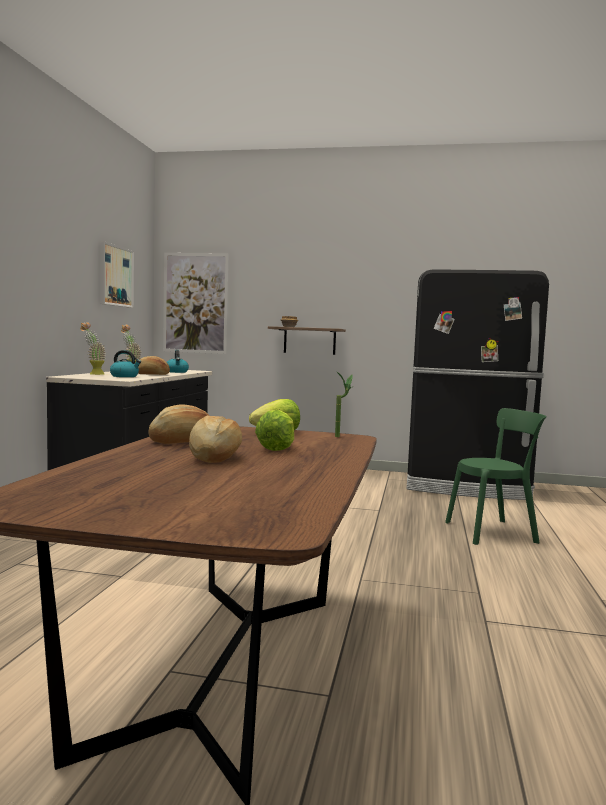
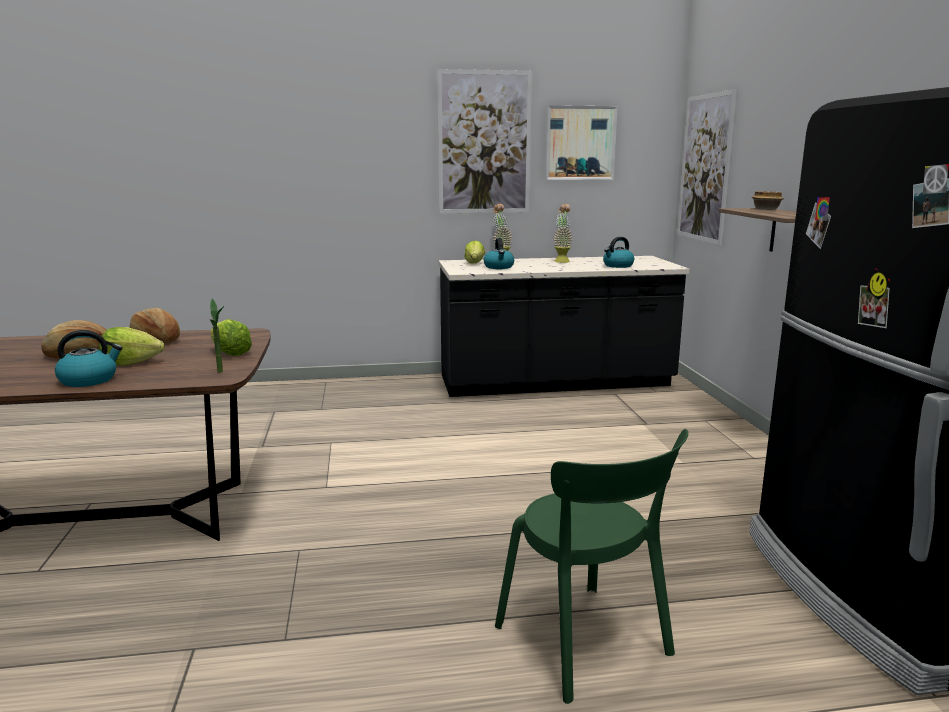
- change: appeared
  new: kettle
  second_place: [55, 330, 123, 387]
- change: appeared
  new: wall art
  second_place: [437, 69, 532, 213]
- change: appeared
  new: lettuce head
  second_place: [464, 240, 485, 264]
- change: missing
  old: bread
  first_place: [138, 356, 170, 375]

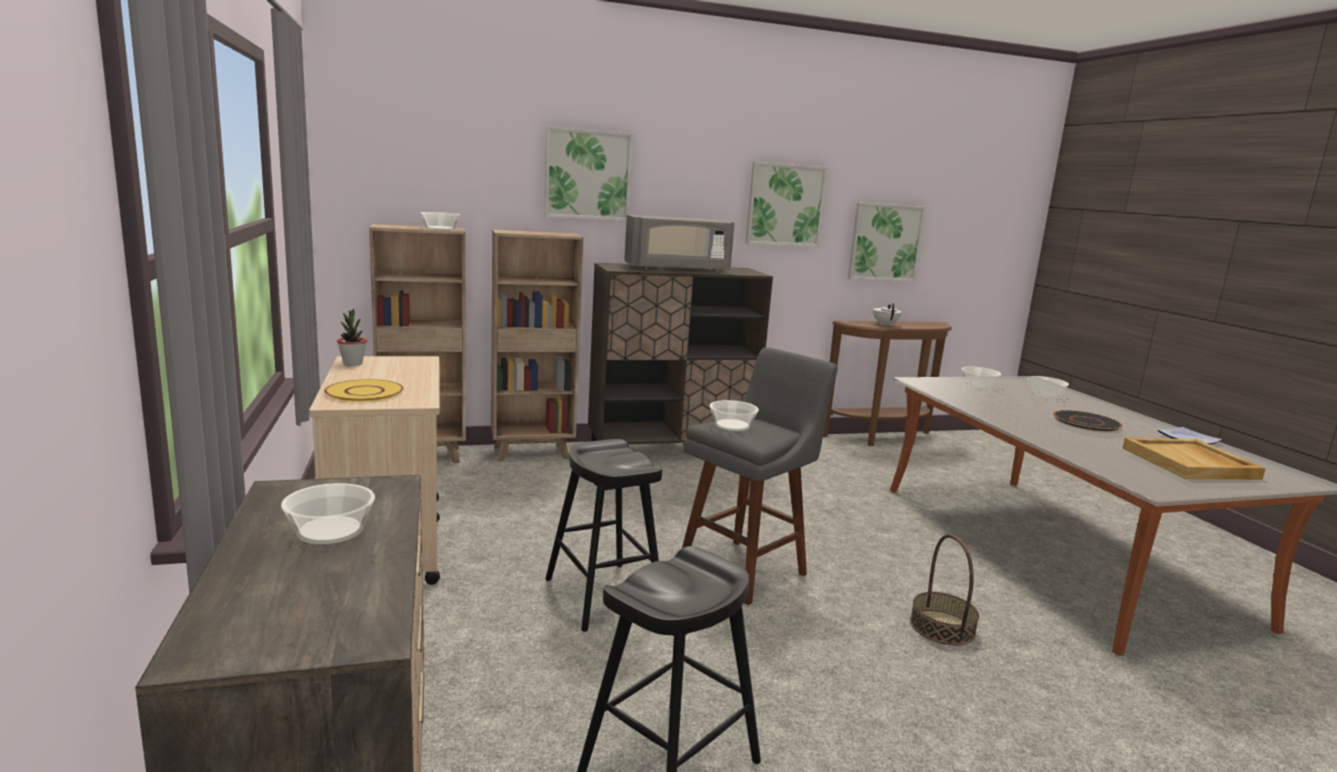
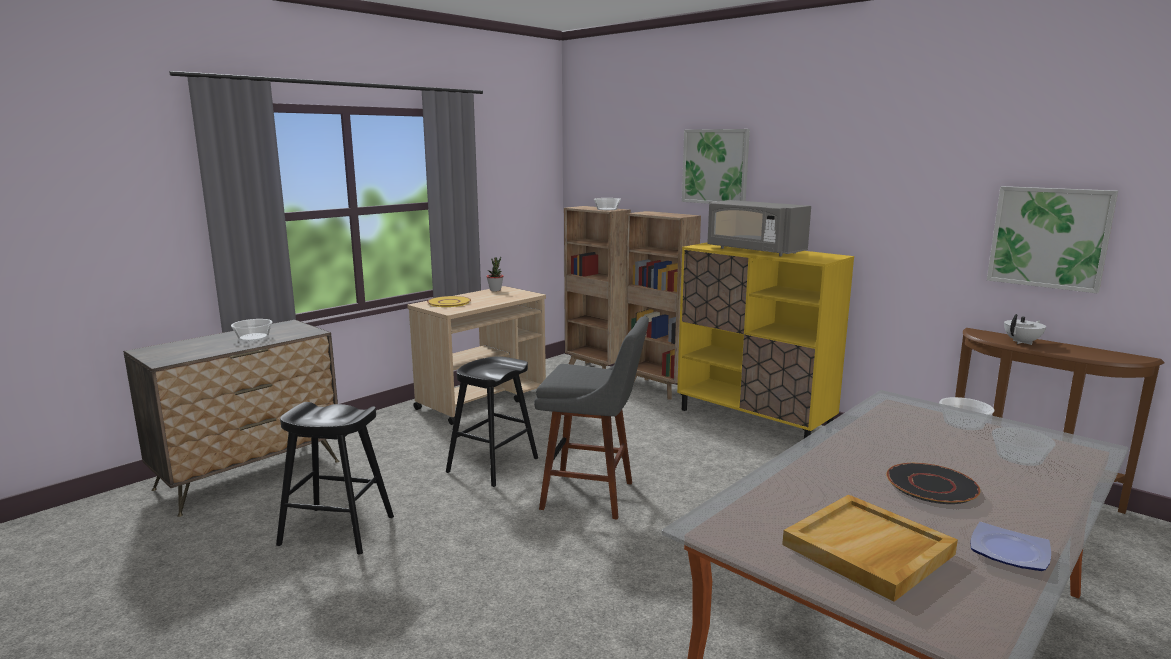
- change: colour
  old: cabinet (brownish)
  new: cabinet (yellow)
  first_place: [588, 263, 773, 444]
  second_place: [677, 243, 854, 438]
- change: missing
  old: deep dish
  first_place: [710, 400, 759, 431]
- change: missing
  old: wall art
  first_place: [745, 162, 828, 247]
- change: missing
  old: basket
  first_place: [910, 534, 979, 645]

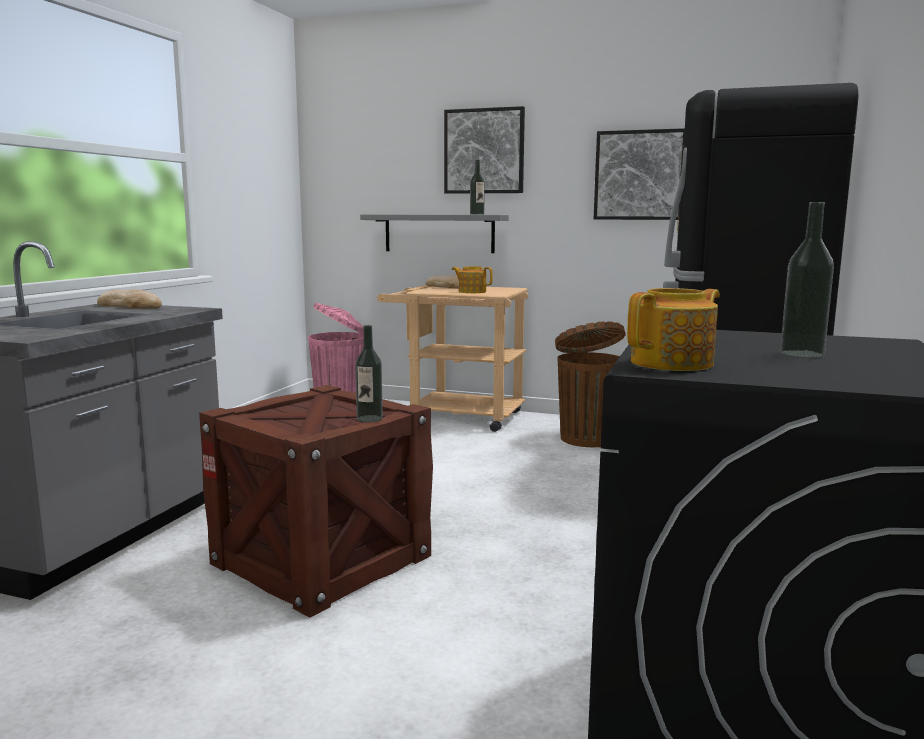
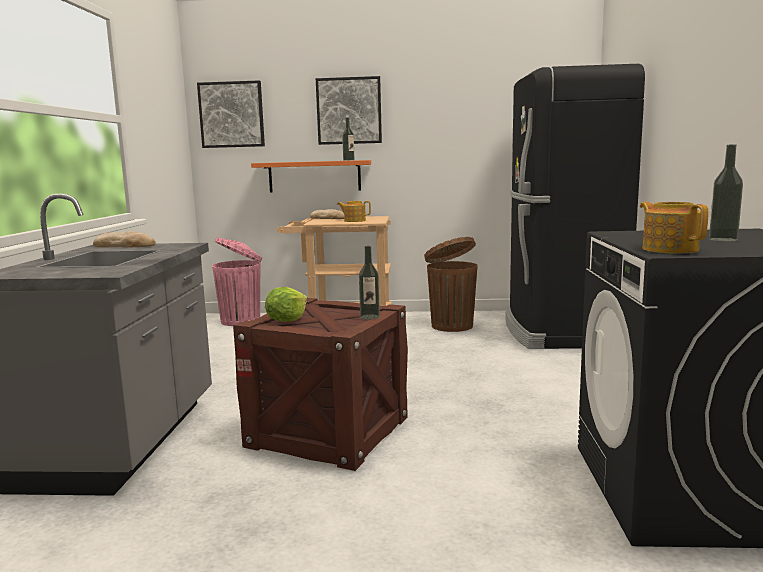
- change: relocated
  old: wall art
  first_place: [594, 128, 685, 220]
  second_place: [197, 80, 265, 148]
- change: colour
  old: wall shelf (grey)
  new: wall shelf (orange-coloured)
  first_place: [360, 214, 509, 253]
  second_place: [251, 160, 371, 192]
- change: appeared
  new: lettuce head
  second_place: [265, 287, 307, 321]
- change: spun
  old: tea pot
  first_place: [627, 288, 720, 371]
  second_place: [640, 202, 708, 253]
  degrees: -60

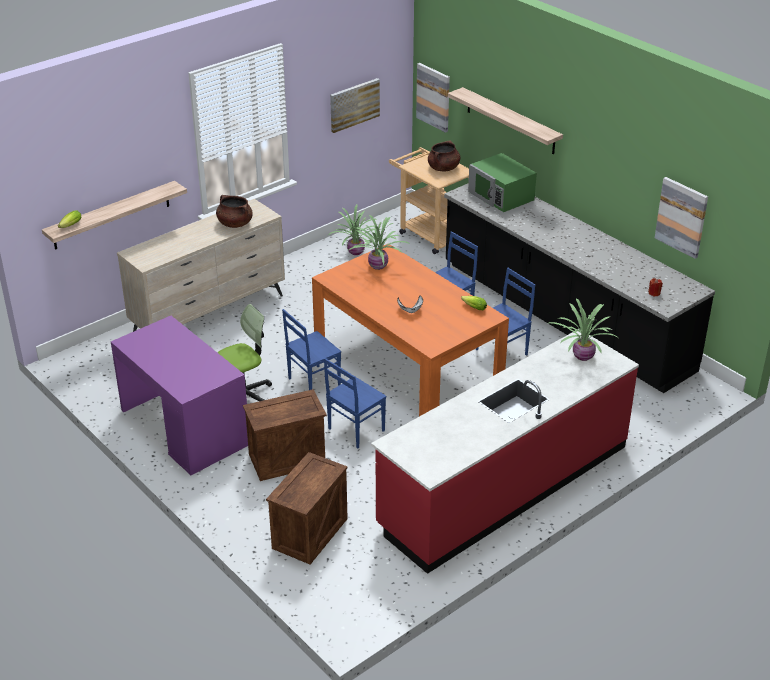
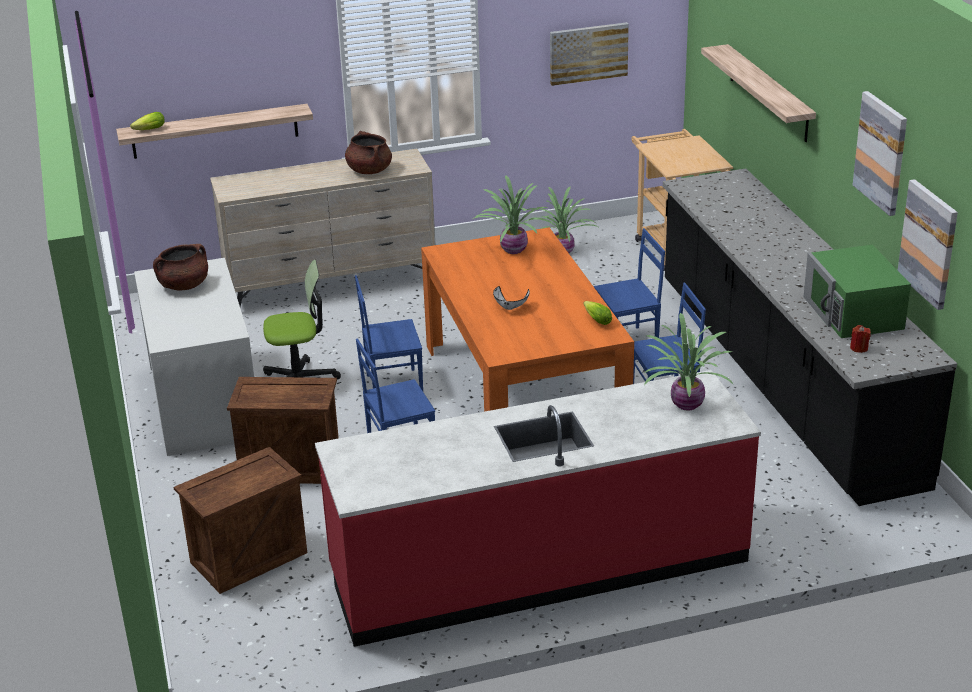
- change: colour
  old: desk unit (purple)
  new: desk unit (white)
  first_place: [111, 316, 248, 475]
  second_place: [134, 258, 254, 456]
- change: relocated
  old: cooking pot (brownish)
  first_place: [428, 141, 460, 172]
  second_place: [153, 244, 208, 291]
- change: relocated
  old: kitchen microwave (greenish)
  first_place: [468, 153, 537, 212]
  second_place: [804, 245, 911, 338]
- change: relocated
  old: wall art
  first_place: [416, 63, 450, 133]
  second_place: [853, 91, 907, 216]

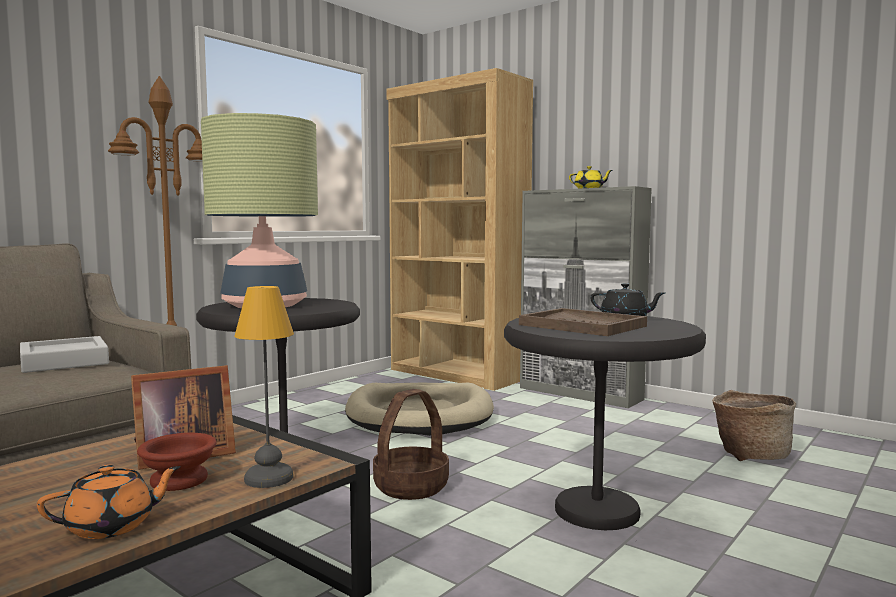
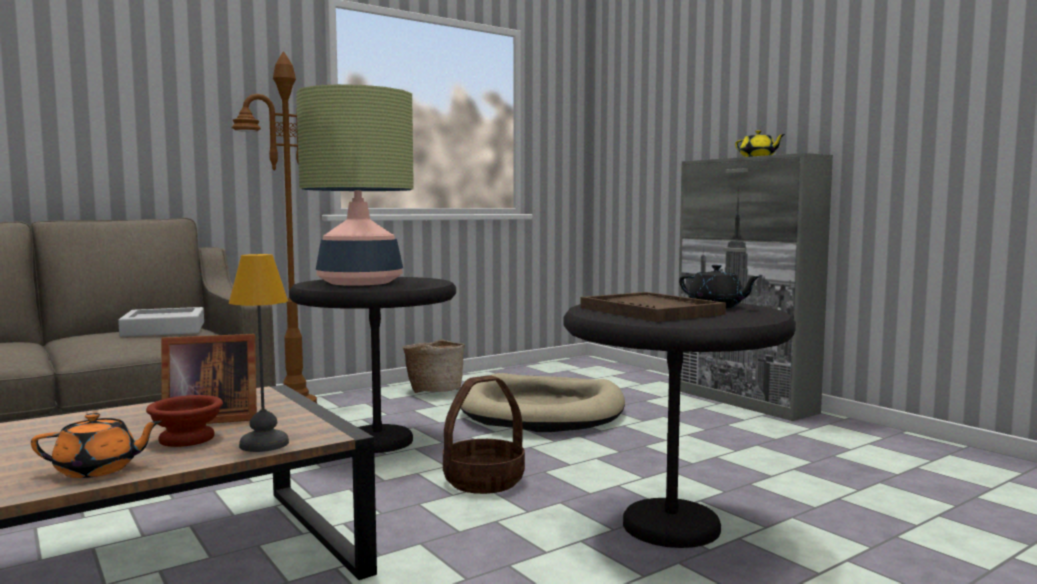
- change: relocated
  old: basket
  first_place: [712, 390, 796, 461]
  second_place: [403, 339, 465, 393]
- change: missing
  old: bookshelf (brownish)
  first_place: [386, 68, 533, 391]

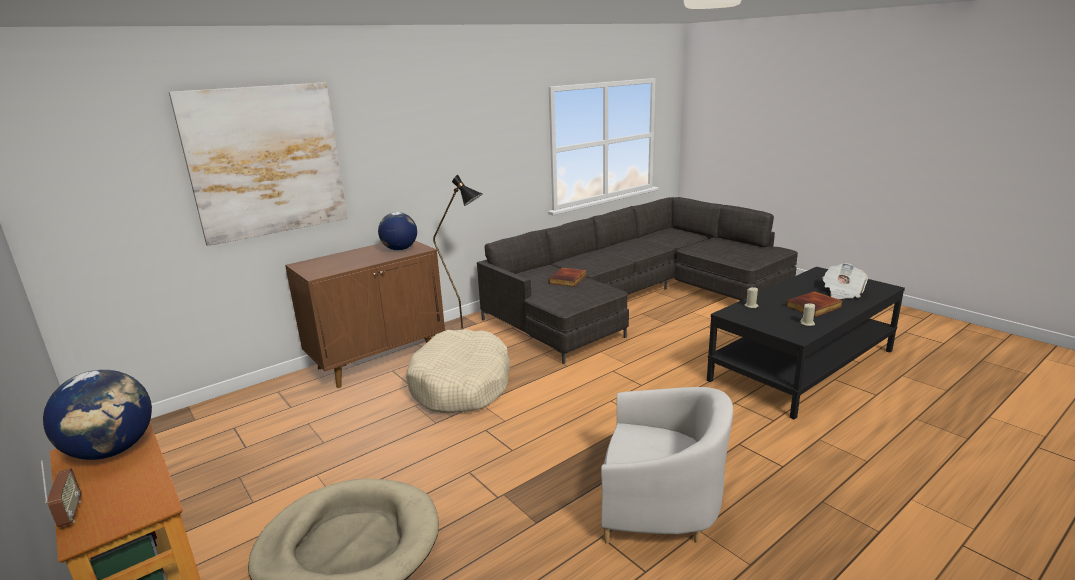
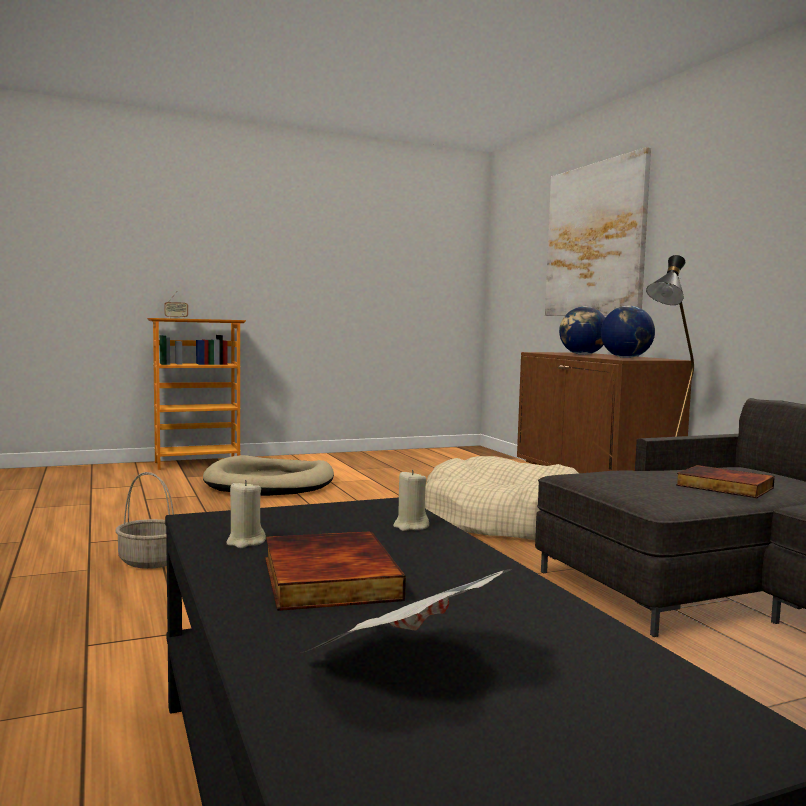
- change: exchanged
  old: lounge chair (white)
  new: basket
  first_place: [601, 387, 733, 544]
  second_place: [115, 472, 174, 569]
- change: relocated
  old: world globe
  first_place: [43, 370, 152, 460]
  second_place: [559, 307, 605, 355]

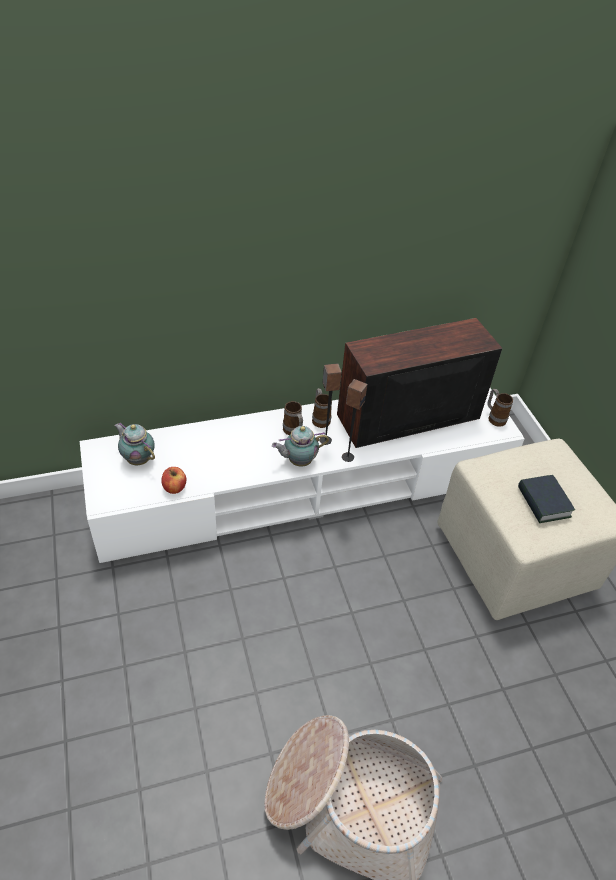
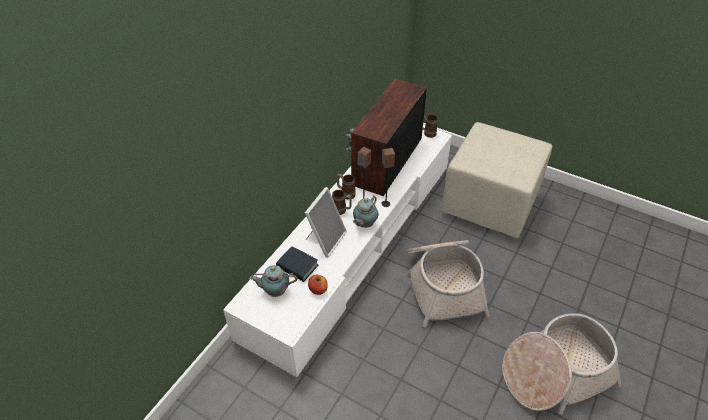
- change: relocated
  old: bound book
  first_place: [518, 475, 575, 523]
  second_place: [276, 247, 318, 282]
- change: appeared
  new: standing frame
  second_place: [305, 187, 347, 258]
- change: appeared
  new: basket
  second_place: [406, 240, 490, 328]

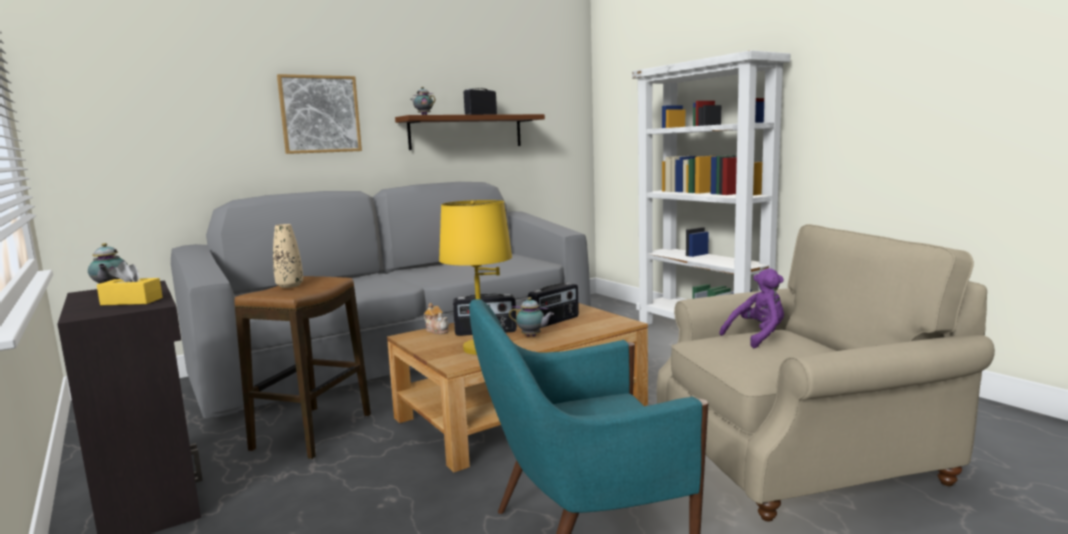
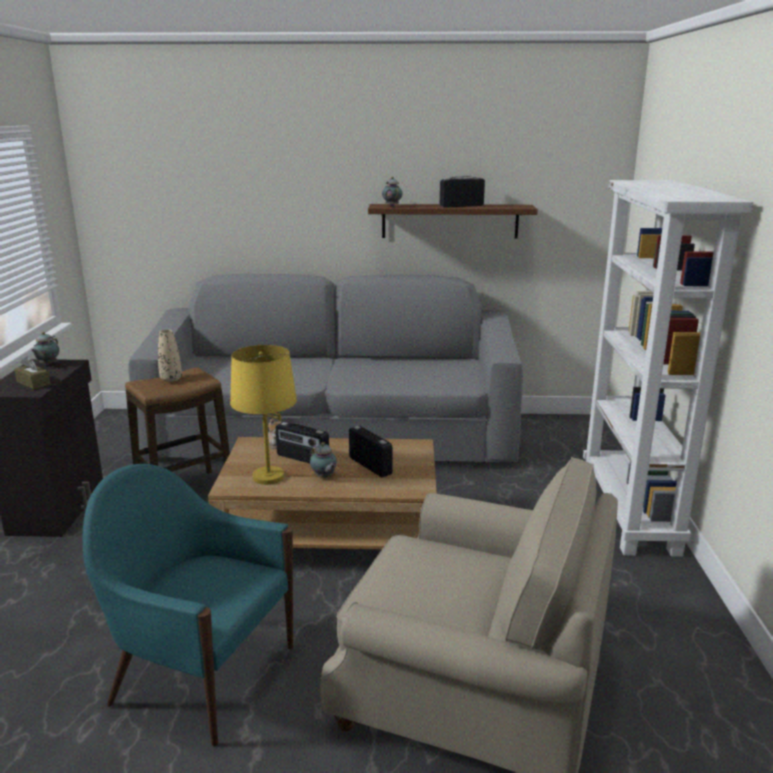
- change: colour
  old: tissue box (yellow)
  new: tissue box (brownish)
  first_place: [97, 262, 163, 305]
  second_place: [14, 356, 51, 389]
- change: spun
  old: radio
  first_place: [528, 282, 579, 327]
  second_place: [349, 426, 392, 478]
  degrees: -120
- change: missing
  old: wall art
  first_place: [277, 74, 362, 154]
- change: missing
  old: soft toy (purple)
  first_place: [719, 268, 784, 348]

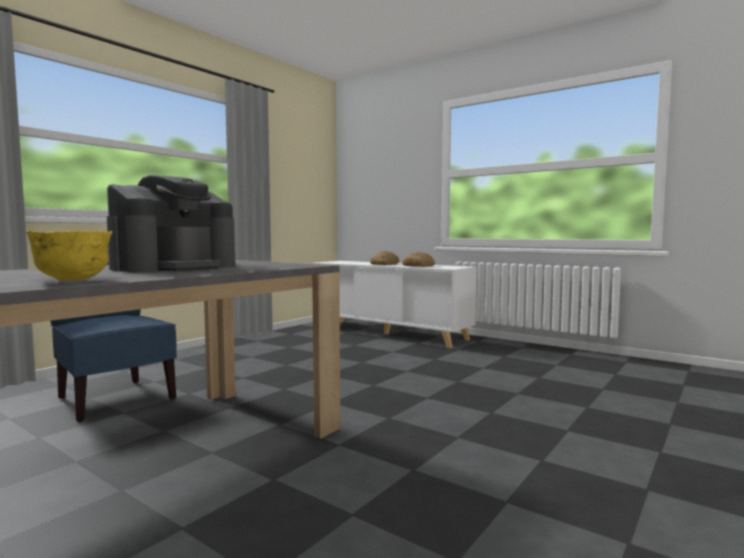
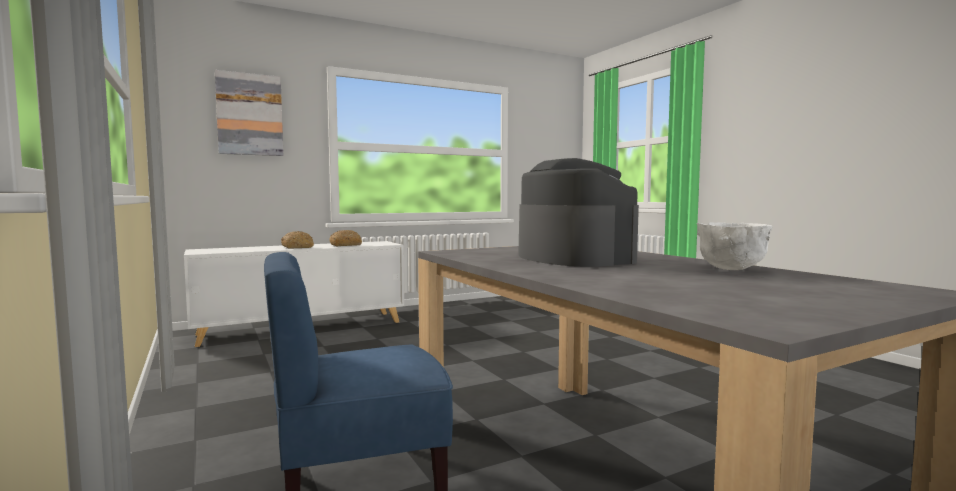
- change: appeared
  new: wall art
  second_place: [215, 70, 283, 156]
- change: colour
  old: deep dish (yellow)
  new: deep dish (white)
  first_place: [26, 230, 113, 281]
  second_place: [697, 222, 773, 270]

